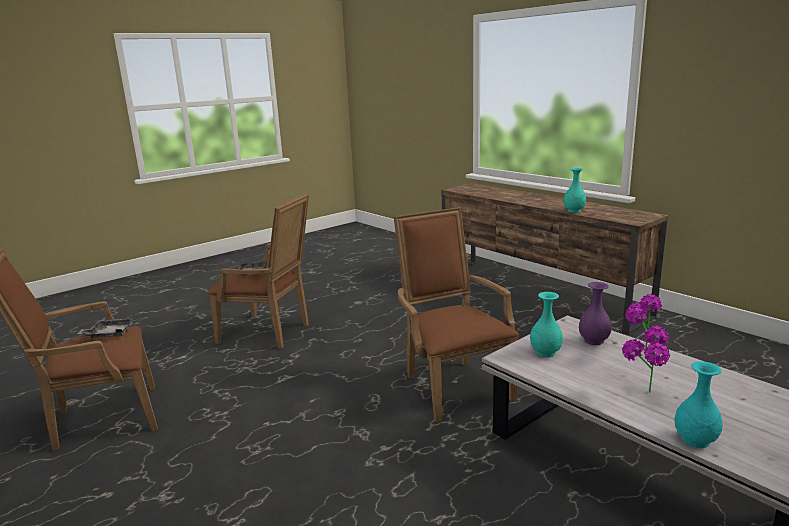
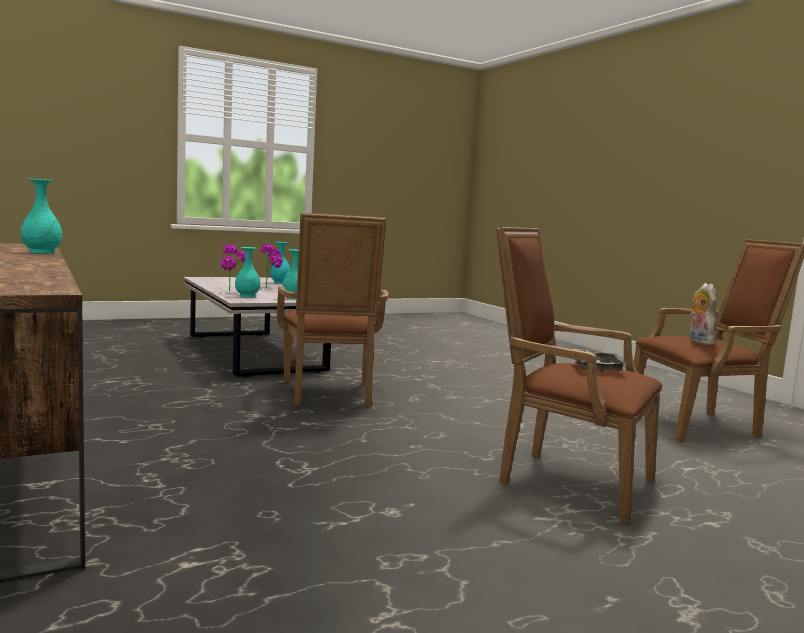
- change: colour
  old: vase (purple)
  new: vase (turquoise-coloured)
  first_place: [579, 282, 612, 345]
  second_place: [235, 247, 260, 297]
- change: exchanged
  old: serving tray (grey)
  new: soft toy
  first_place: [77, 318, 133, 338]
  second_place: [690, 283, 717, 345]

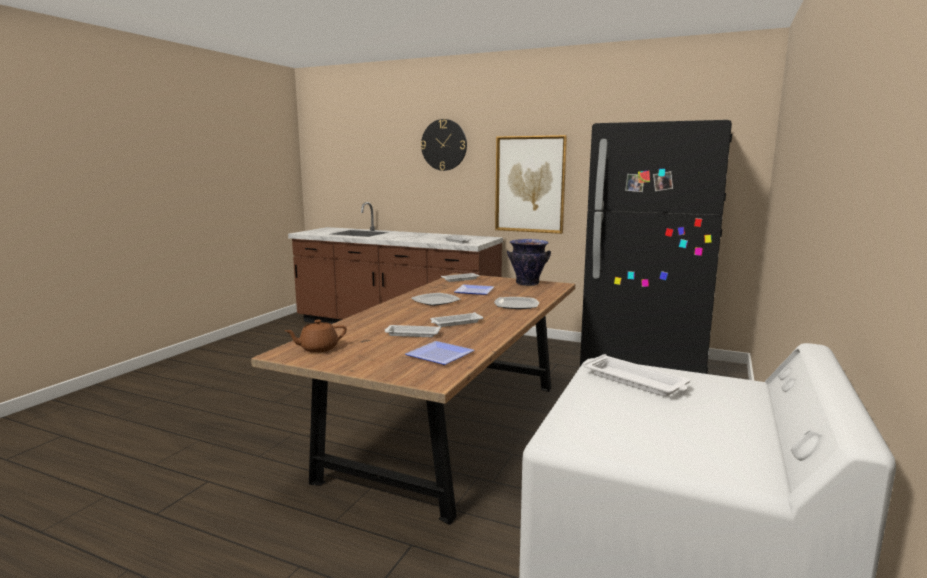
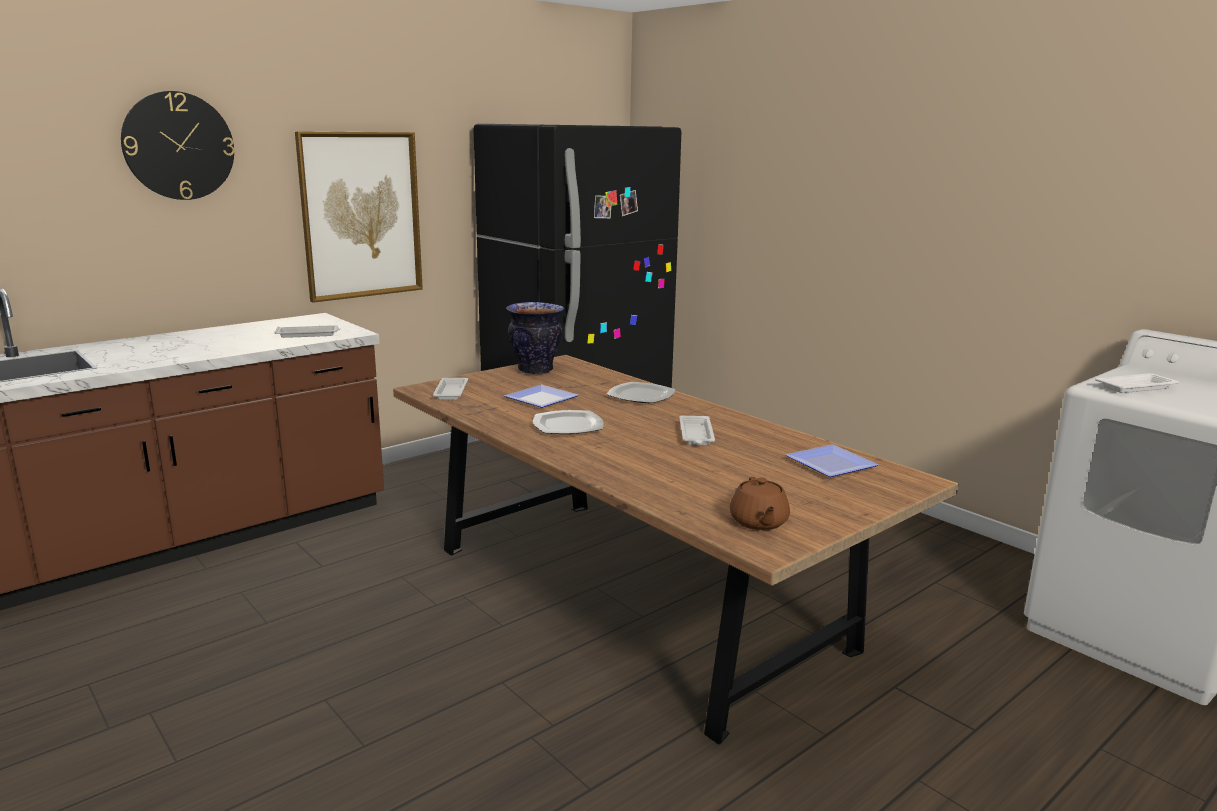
- change: missing
  old: serving tray (white)
  first_place: [384, 325, 441, 337]

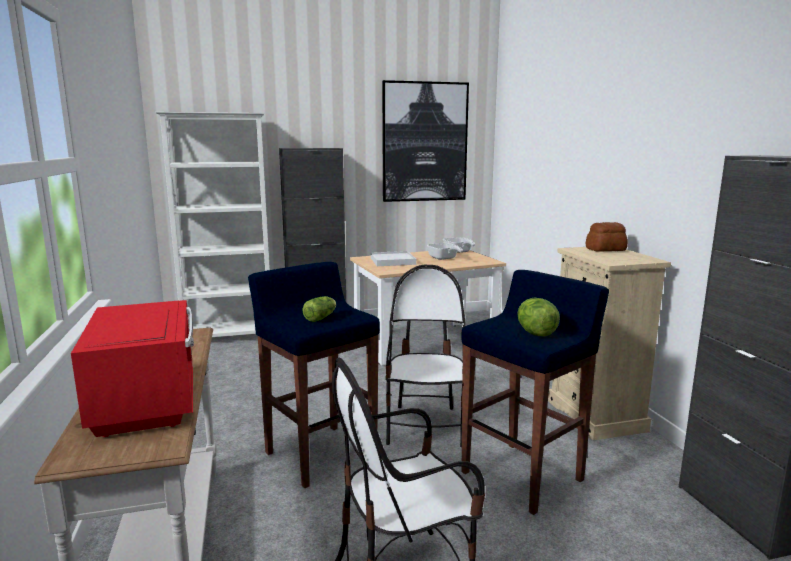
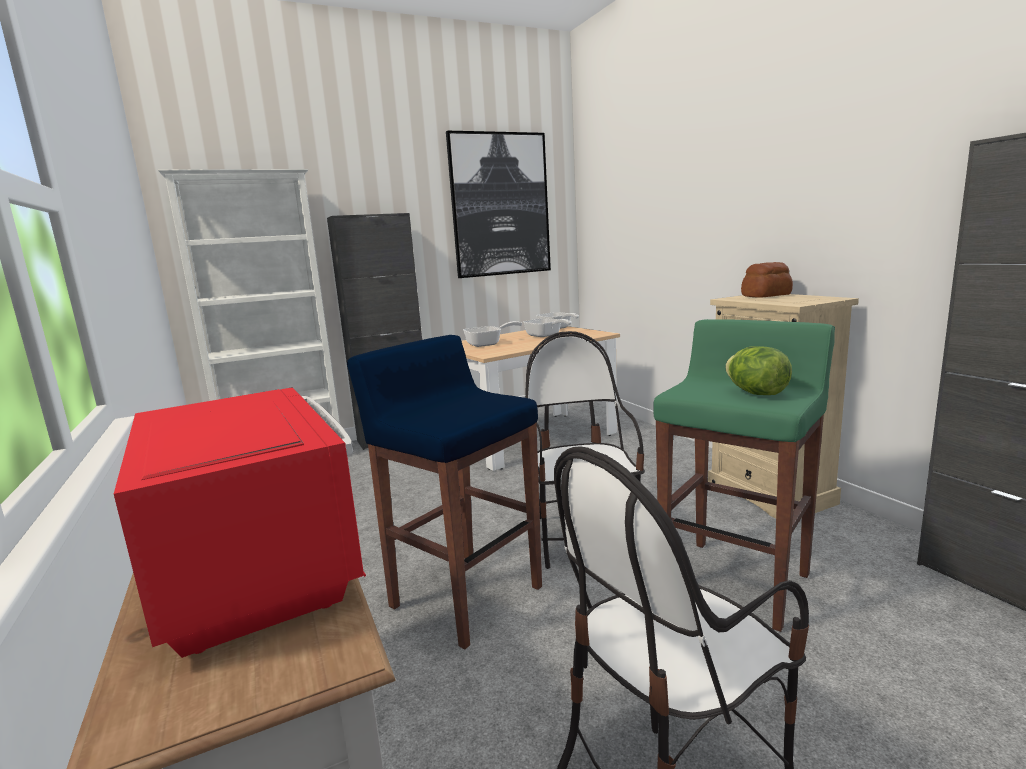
- change: exchanged
  old: serving tray (white)
  new: pan
  first_place: [371, 251, 416, 266]
  second_place: [463, 321, 522, 347]
- change: colour
  old: stool seat (blue)
  new: stool seat (greenish)
  first_place: [461, 270, 609, 515]
  second_place: [653, 319, 835, 632]
- change: missing
  old: lettuce head
  first_place: [302, 296, 336, 322]

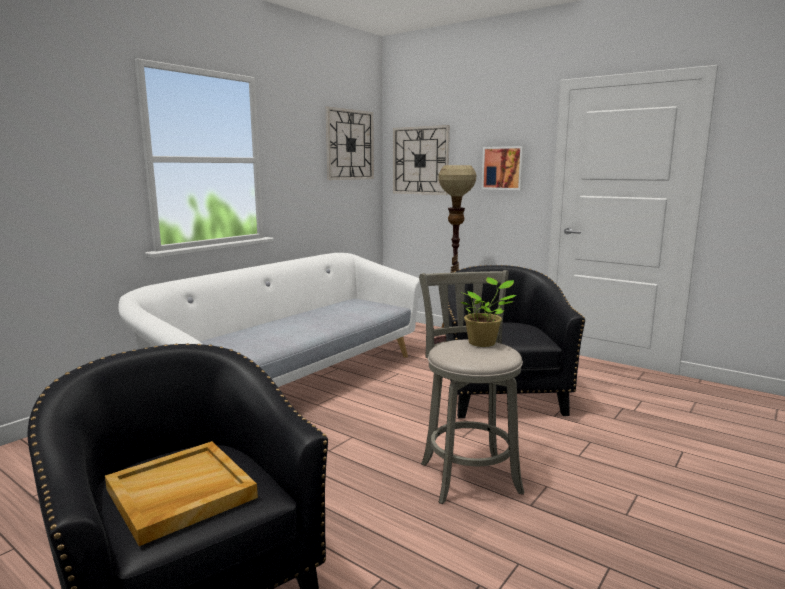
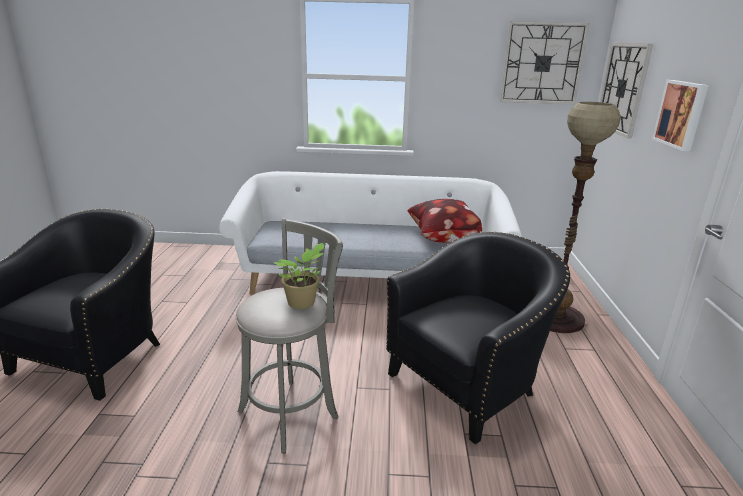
- change: appeared
  new: cushion
  second_place: [407, 199, 482, 243]
- change: missing
  old: serving tray (beige-coloured)
  first_place: [105, 441, 258, 546]

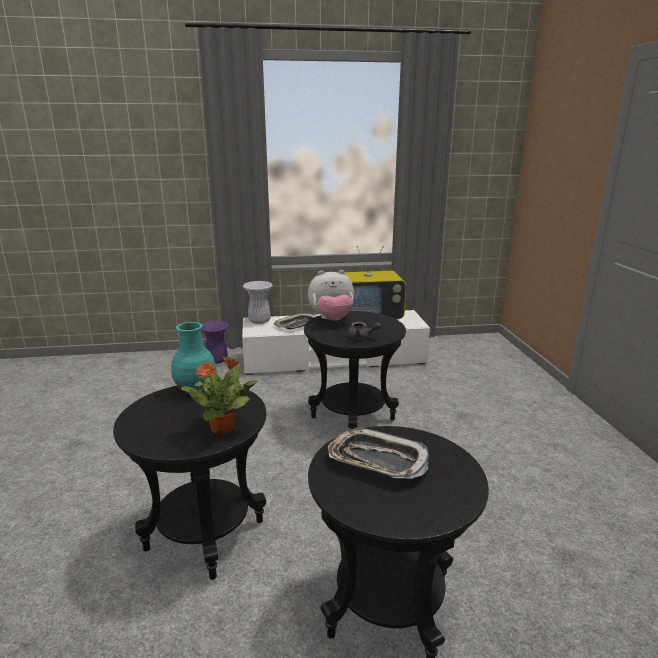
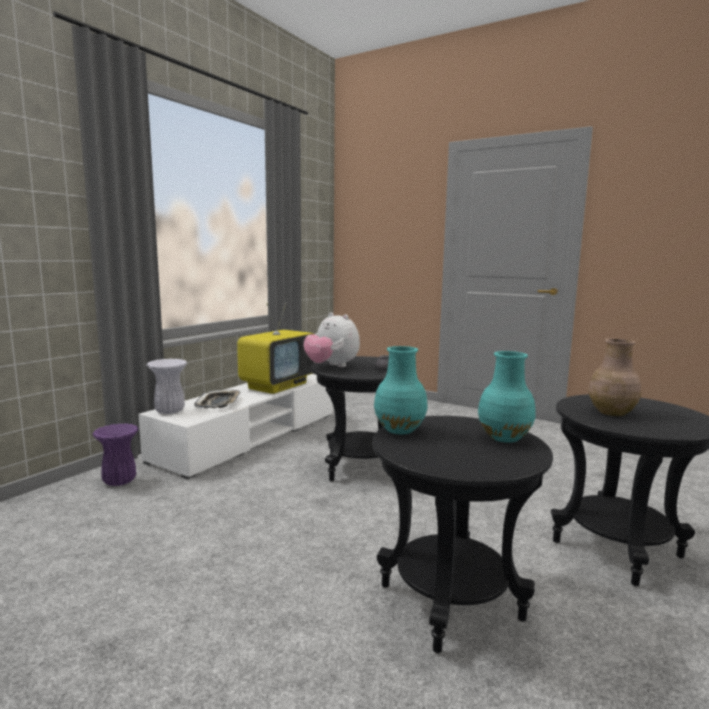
- change: spun
  old: soft toy
  first_place: [308, 270, 354, 321]
  second_place: [304, 312, 360, 367]
  degrees: 105
- change: exchanged
  old: potted plant
  new: vase (turquoise-coloured)
  first_place: [181, 356, 258, 435]
  second_place: [478, 351, 535, 443]
- change: exchanged
  old: serving tray
  new: vase (brownish)
  first_place: [328, 428, 429, 479]
  second_place: [588, 339, 641, 416]

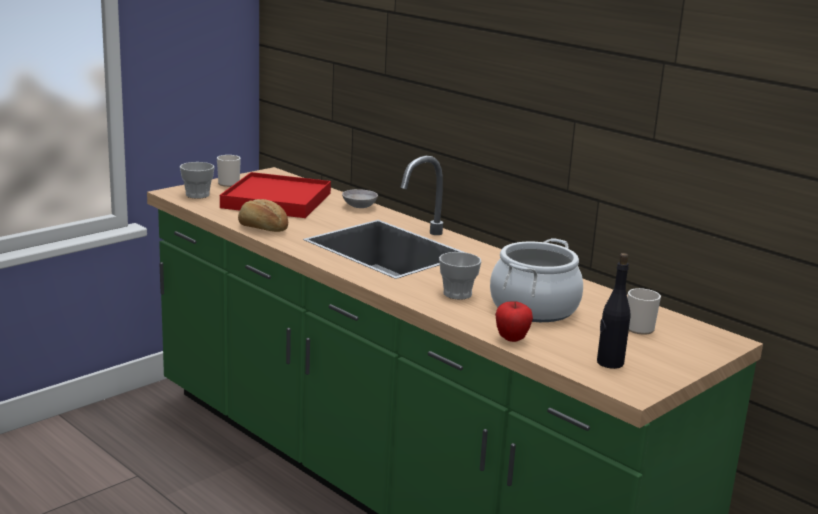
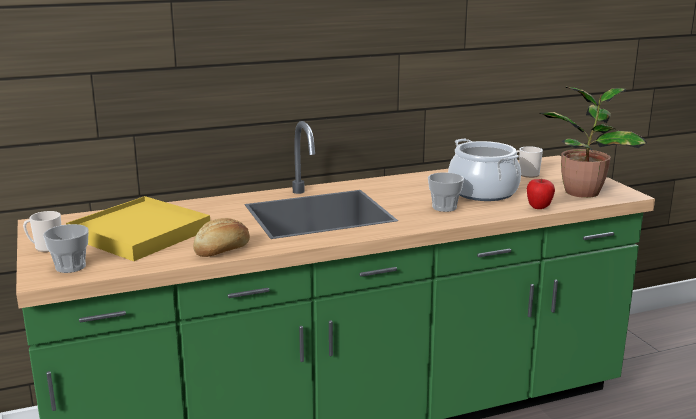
- change: colour
  old: serving tray (reddish)
  new: serving tray (yellow)
  first_place: [220, 172, 331, 218]
  second_place: [66, 196, 210, 261]
- change: exchanged
  old: beverage bottle (black-coloured)
  new: potted plant
  first_place: [597, 253, 631, 369]
  second_place: [539, 87, 647, 198]
- change: missing
  old: deep dish (grey)
  first_place: [342, 189, 378, 208]

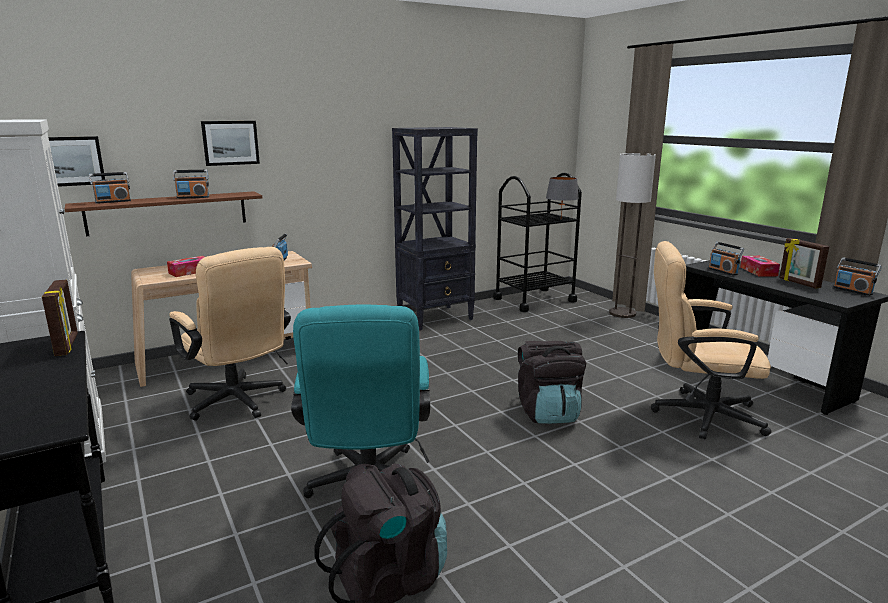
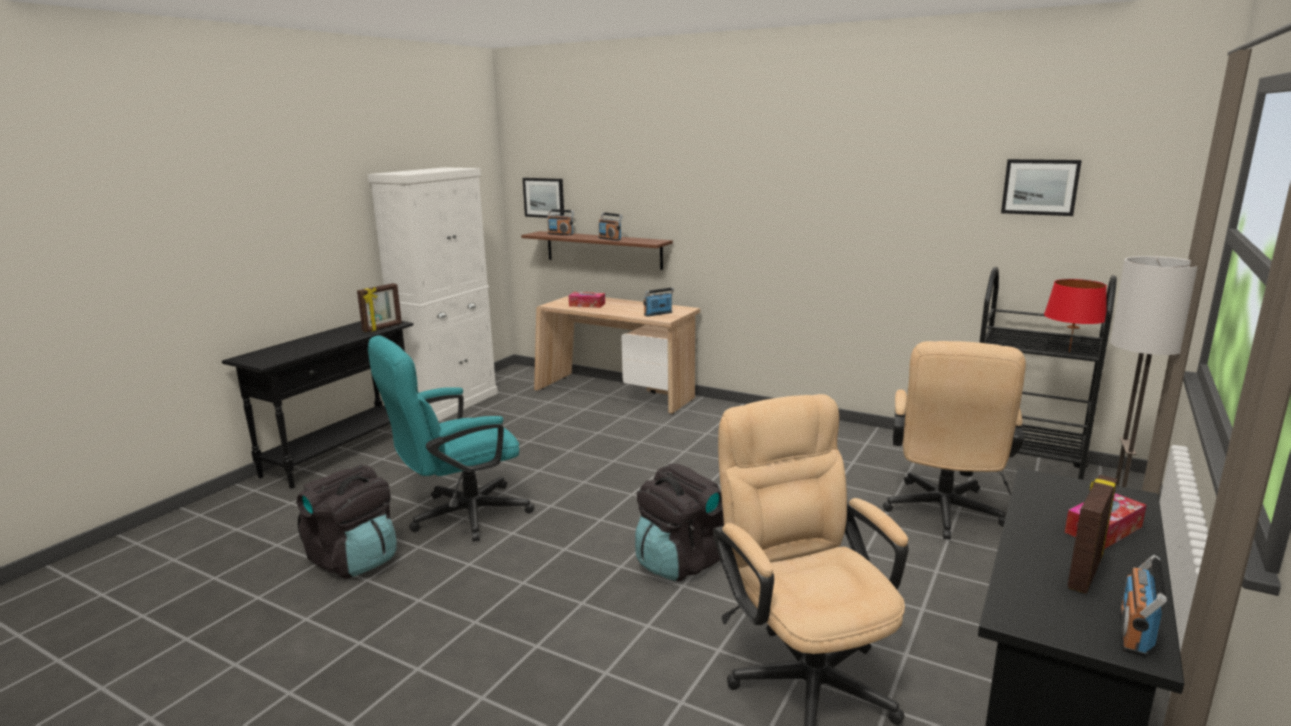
- change: relocated
  old: office chair (beige-coloured)
  first_place: [169, 247, 291, 421]
  second_place: [883, 341, 1026, 540]
- change: relocated
  old: wall art
  first_place: [201, 121, 260, 166]
  second_place: [1001, 159, 1082, 216]
- change: colour
  old: table lamp (grey)
  new: table lamp (reddish)
  first_place: [546, 177, 579, 216]
  second_place: [1044, 279, 1107, 352]
- change: missing
  old: bookshelf (black-coloured)
  first_place: [392, 127, 478, 330]
- change: missing
  old: radio
  first_place: [708, 242, 744, 276]

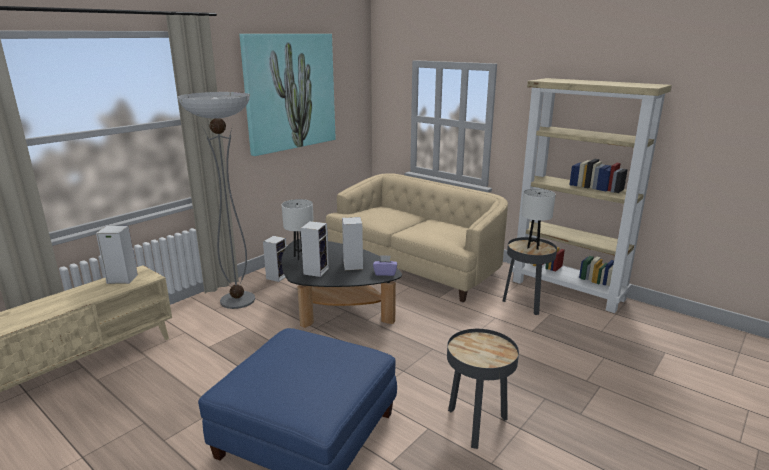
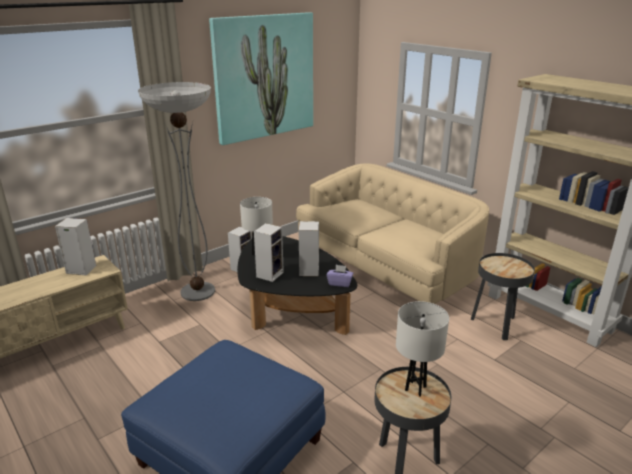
- change: relocated
  old: table lamp (white)
  first_place: [521, 189, 556, 250]
  second_place: [396, 301, 449, 396]

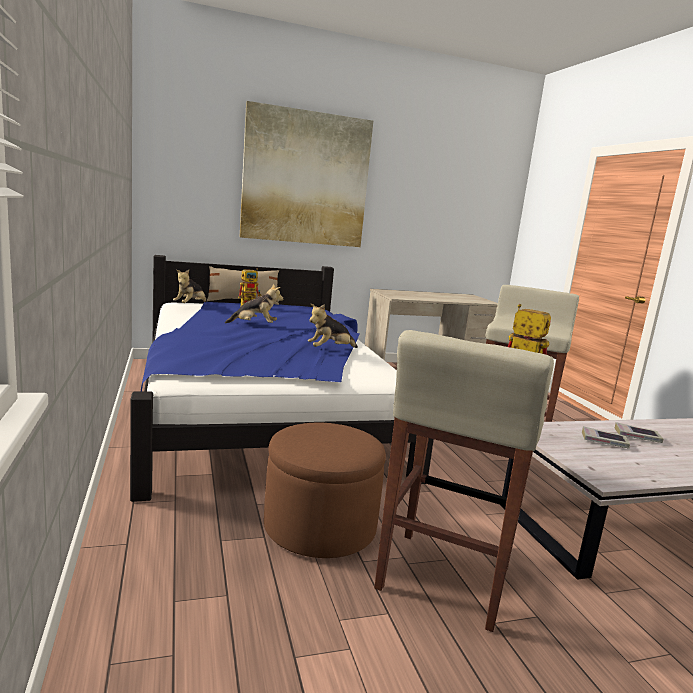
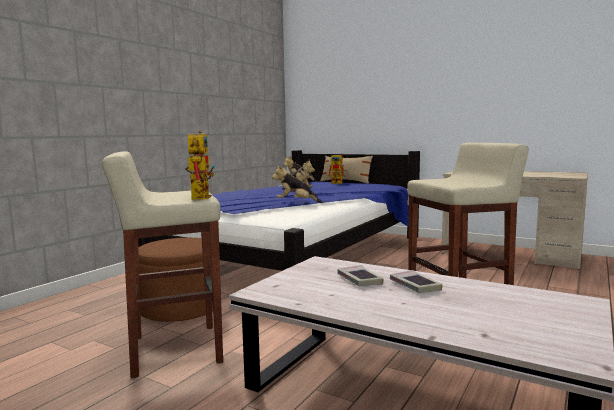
- change: missing
  old: wall art
  first_place: [240, 101, 373, 247]

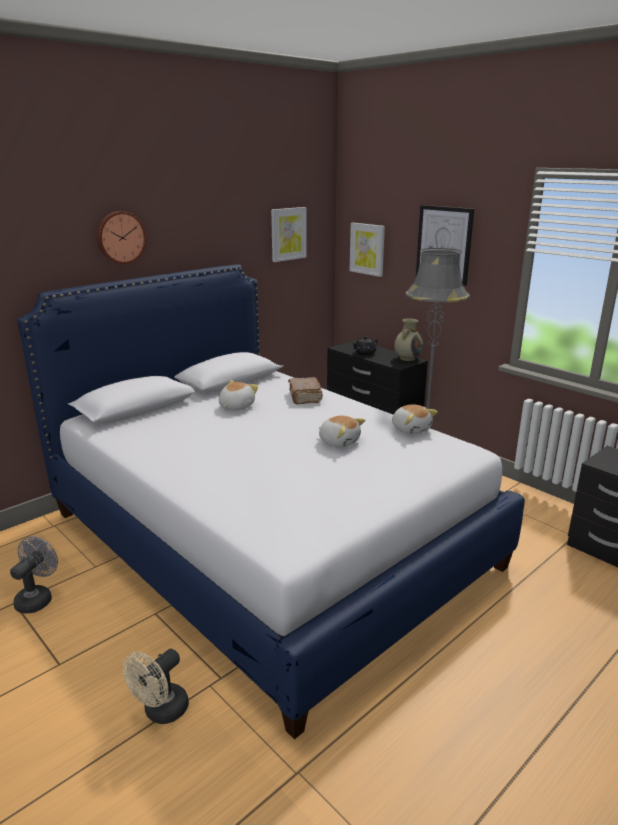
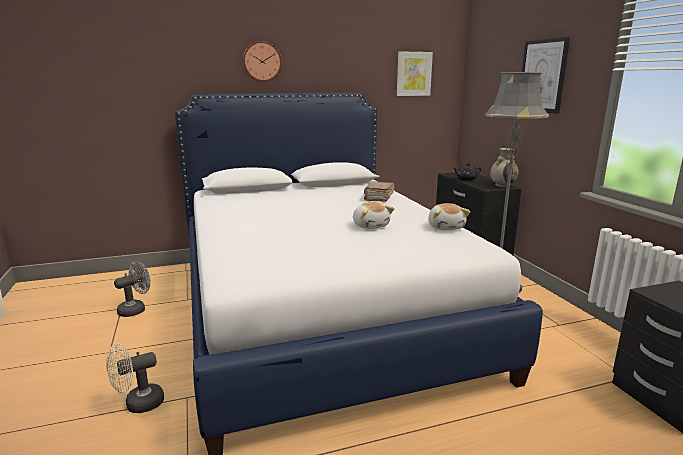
- change: missing
  old: soft toy
  first_place: [219, 380, 258, 410]
- change: missing
  old: wall art
  first_place: [350, 223, 385, 277]

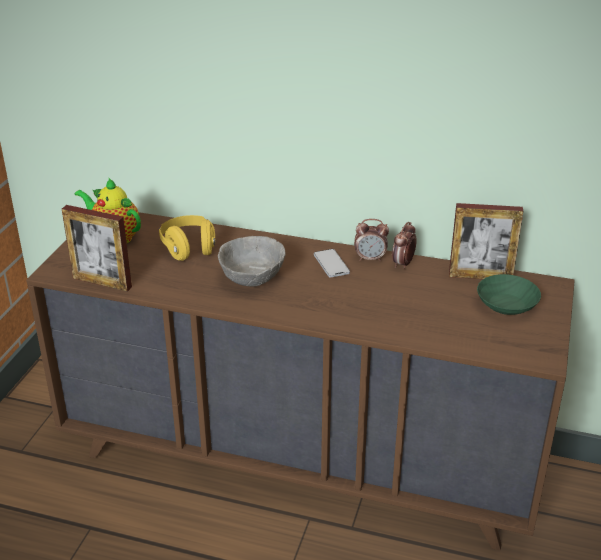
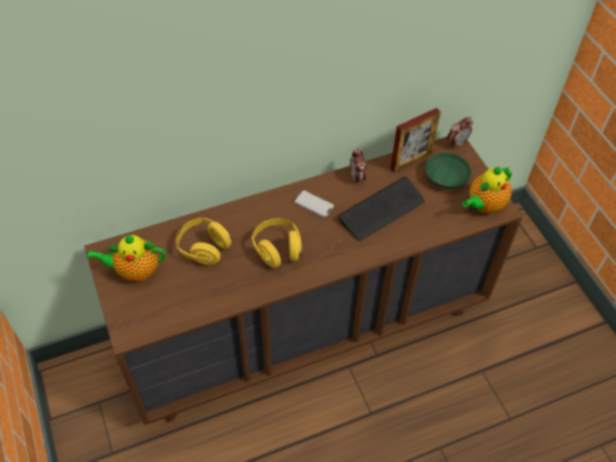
- change: exchanged
  old: deep dish (grey)
  new: headphones (yellow)
  first_place: [218, 236, 285, 287]
  second_place: [252, 218, 302, 268]
- change: appeared
  new: PC keyboard
  second_place: [338, 177, 425, 241]
- change: relocated
  old: bedside clock
  first_place: [354, 219, 389, 262]
  second_place: [447, 117, 473, 149]
- change: appeared
  new: tea pot
  second_place: [462, 167, 512, 214]
- change: missing
  old: standing frame
  first_place: [62, 205, 132, 292]

